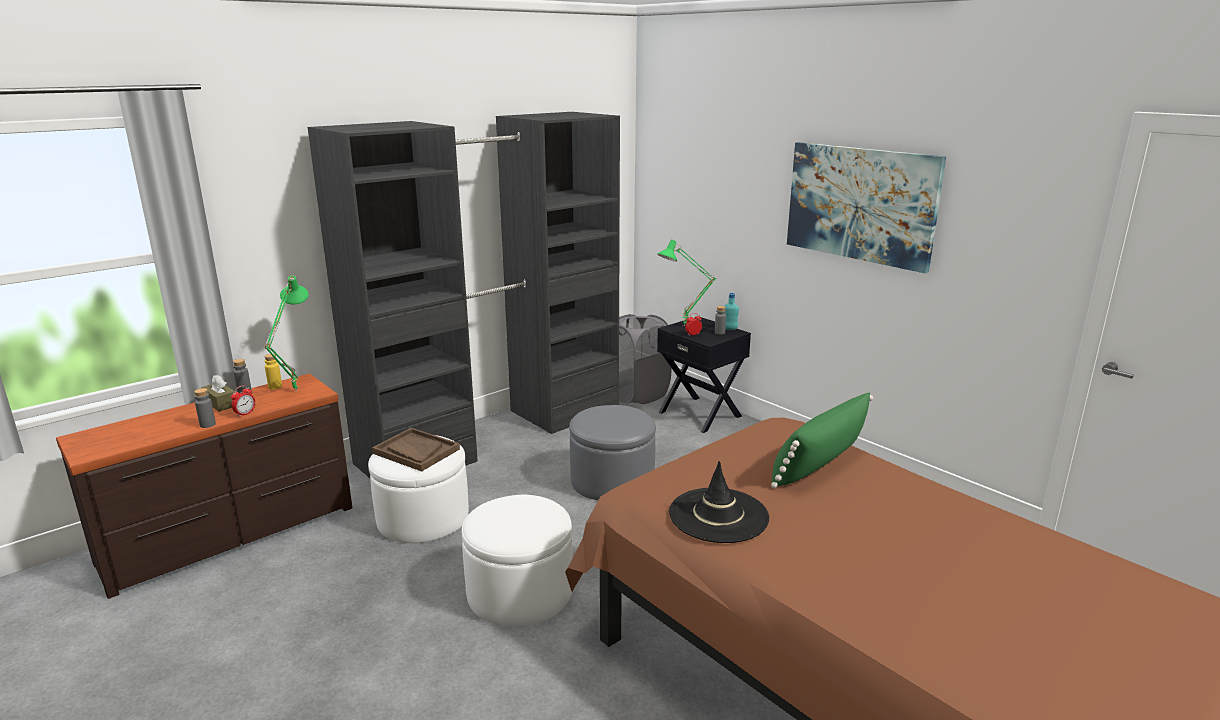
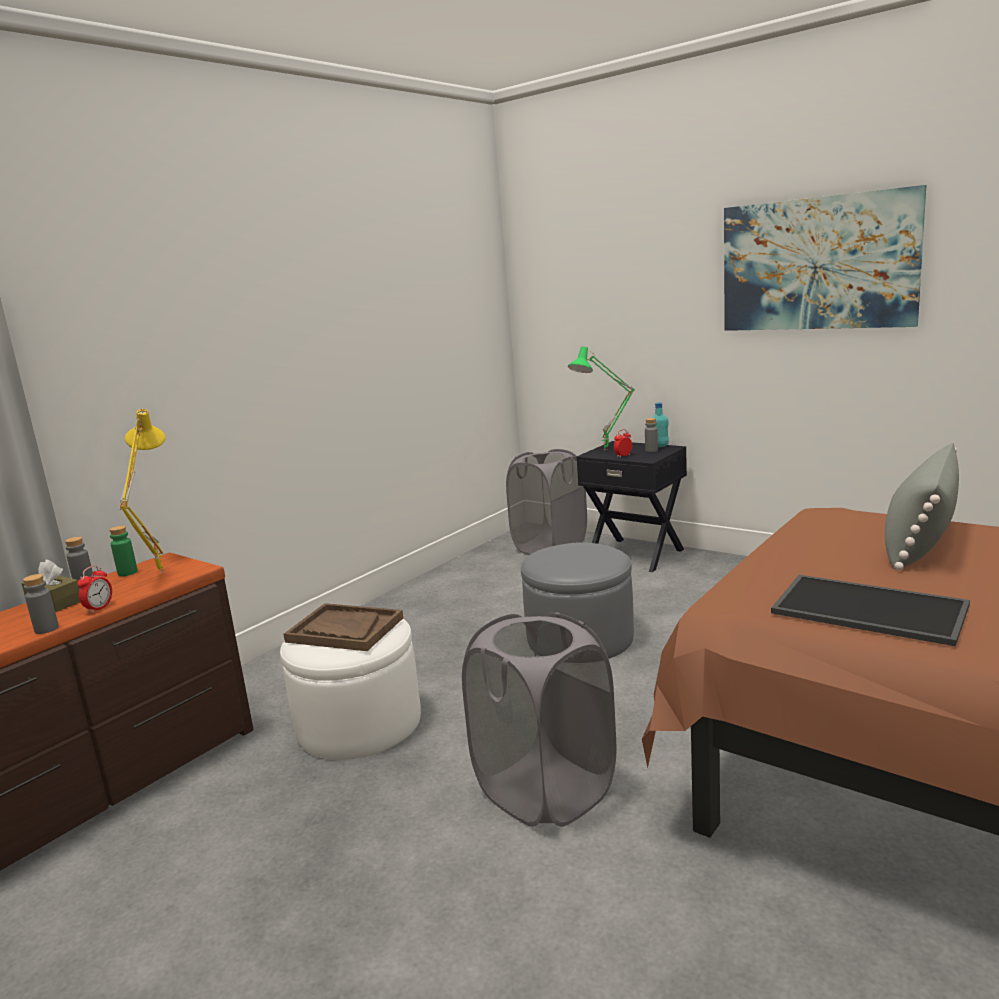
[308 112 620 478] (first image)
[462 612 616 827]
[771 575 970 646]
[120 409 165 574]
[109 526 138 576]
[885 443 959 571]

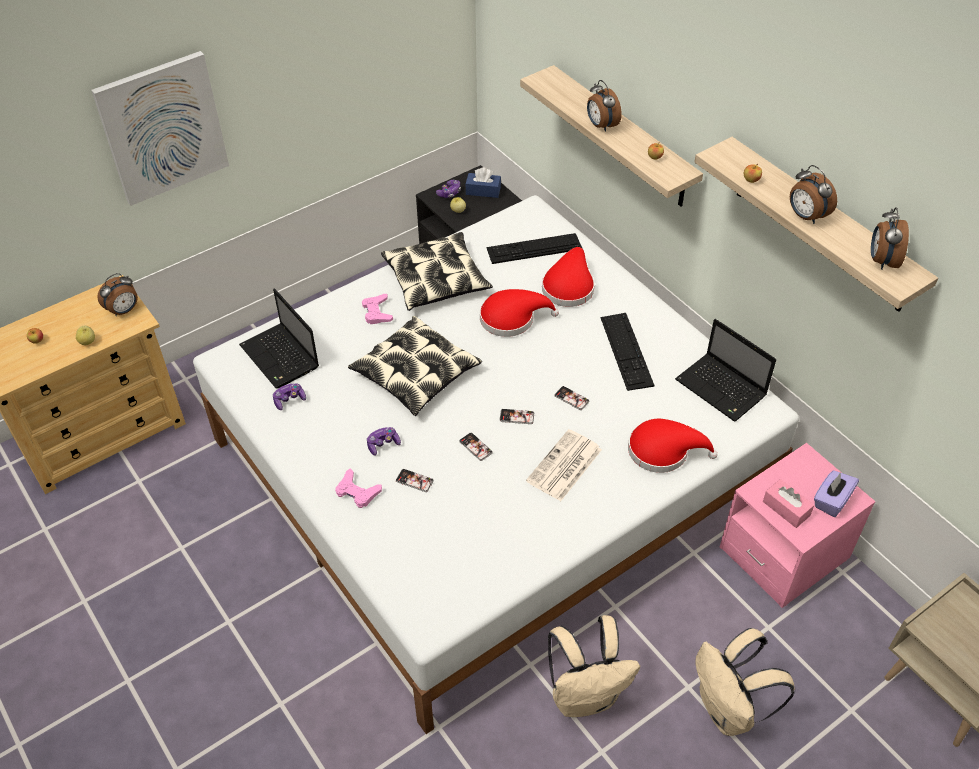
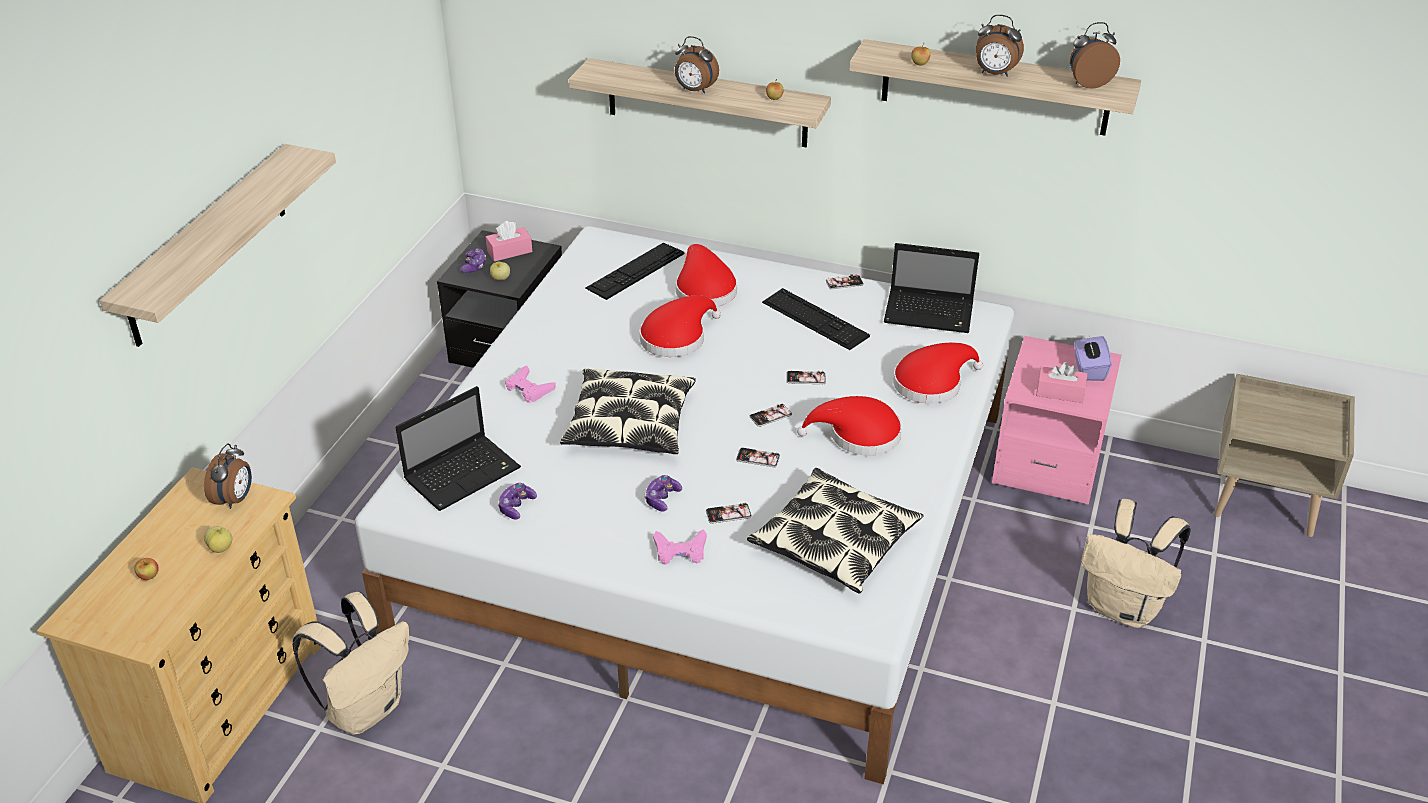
[826 274 864 289]
[747 468 924 594]
[293 592 409 735]
[100 144 336 347]
[797 396 902 456]
[486 221 532 262]
[396 386 521 511]
[1070 22 1120 89]

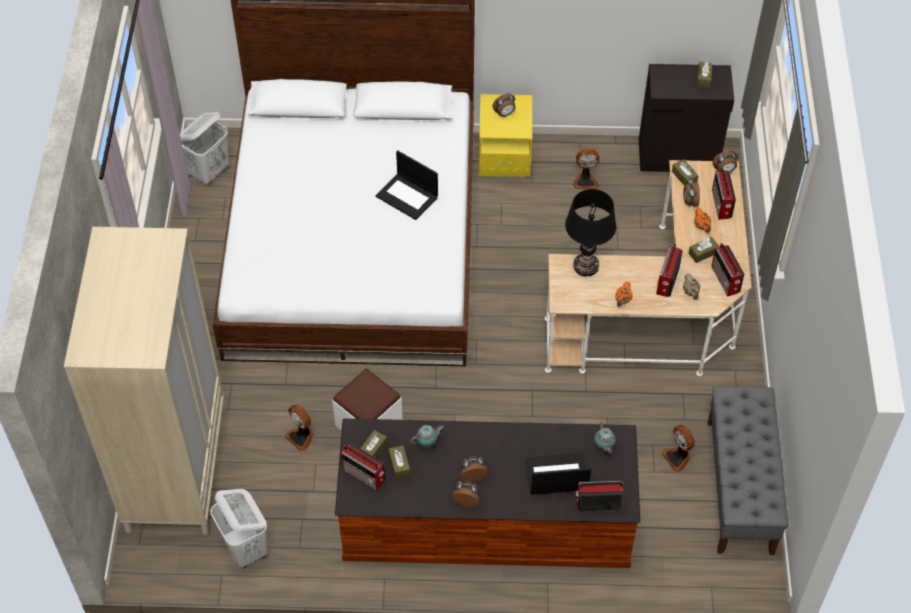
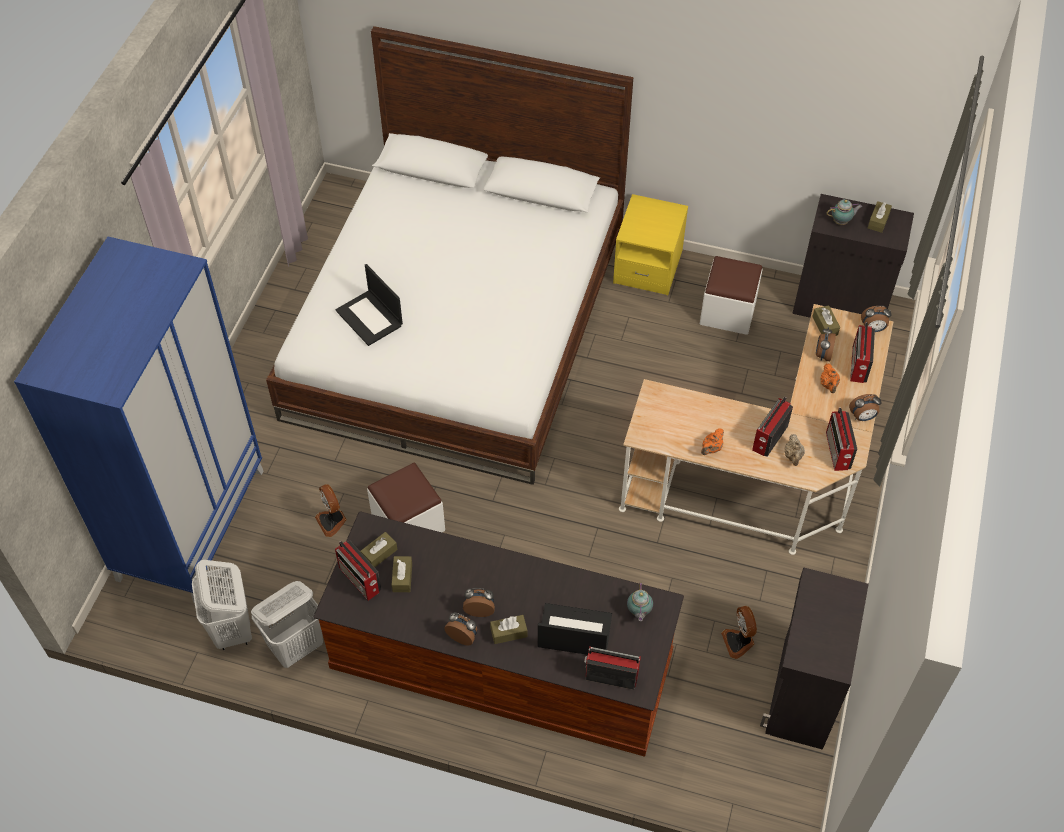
[565 189 616 277] (first image)
[251 581 323 668]
[335 264 403 346]
[826 199 862 225]
[849 394 882 421]
[490 615 528 644]
[700 256 763 335]
[760 567 869 750]
[14 237 263 603]

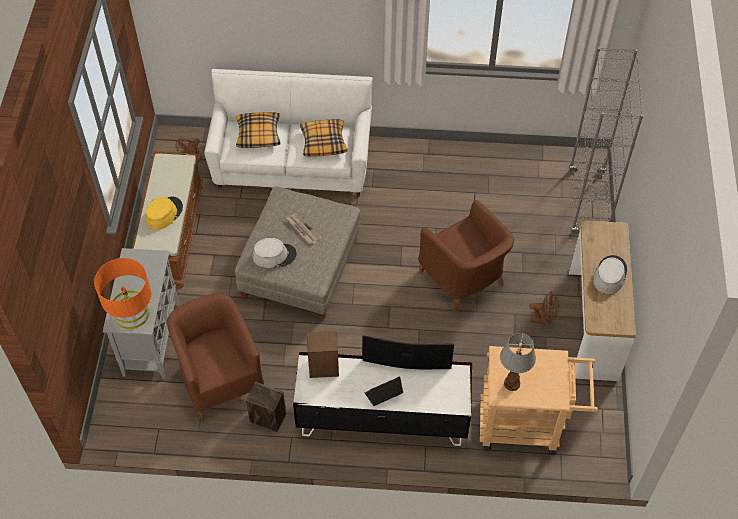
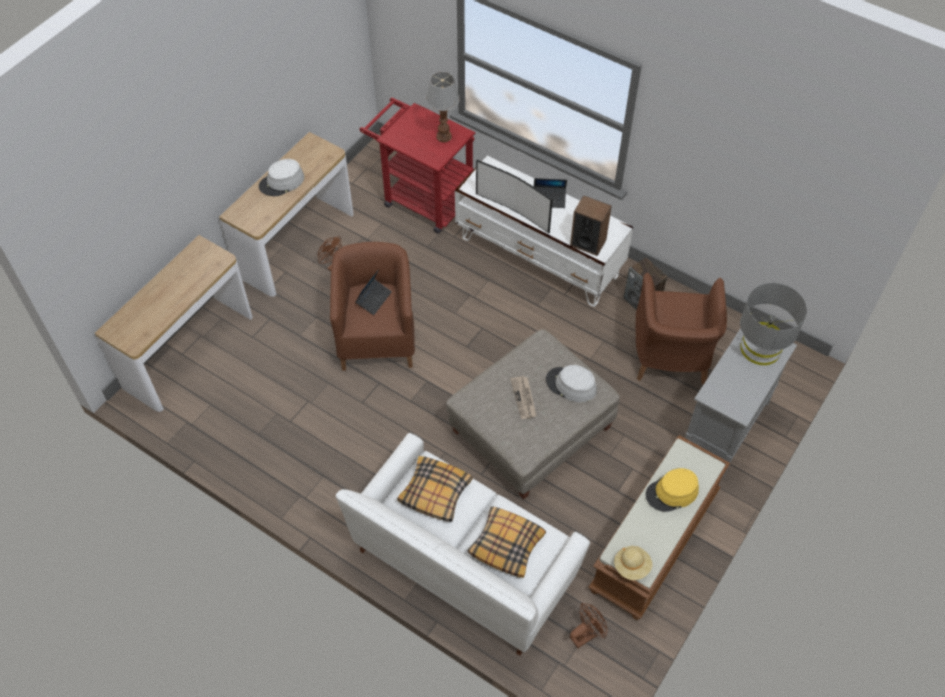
[355 269 392 315]
[614 546 652 580]
[95 235 253 412]
[740 283 807 365]
[359 97 476 234]

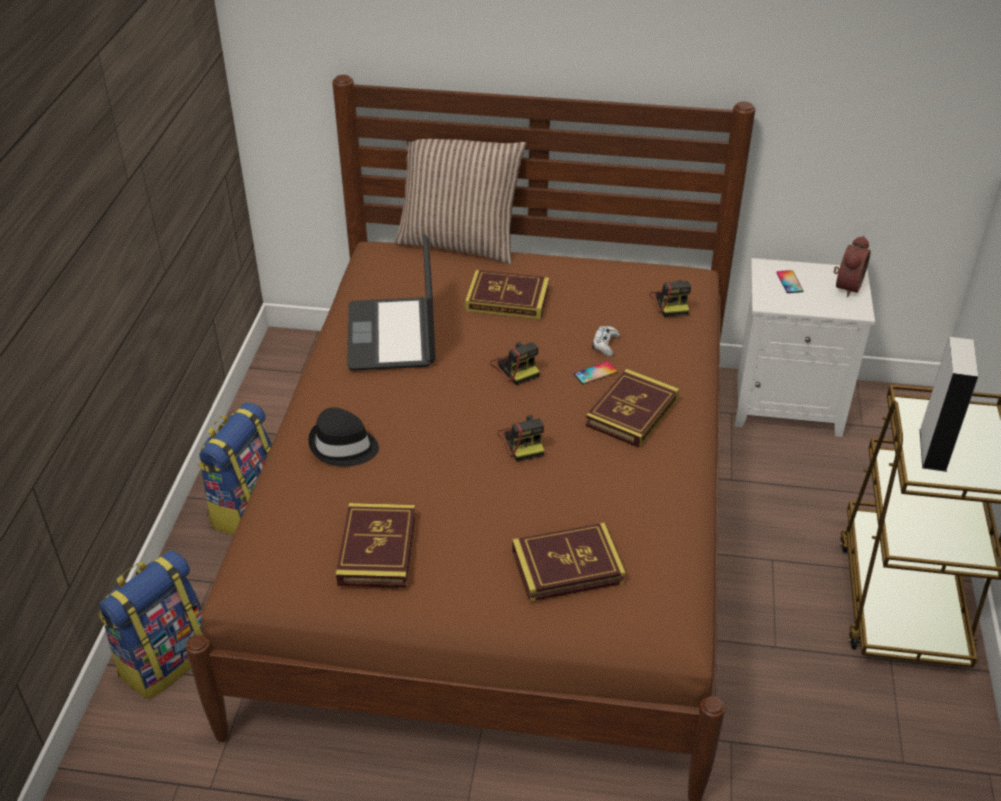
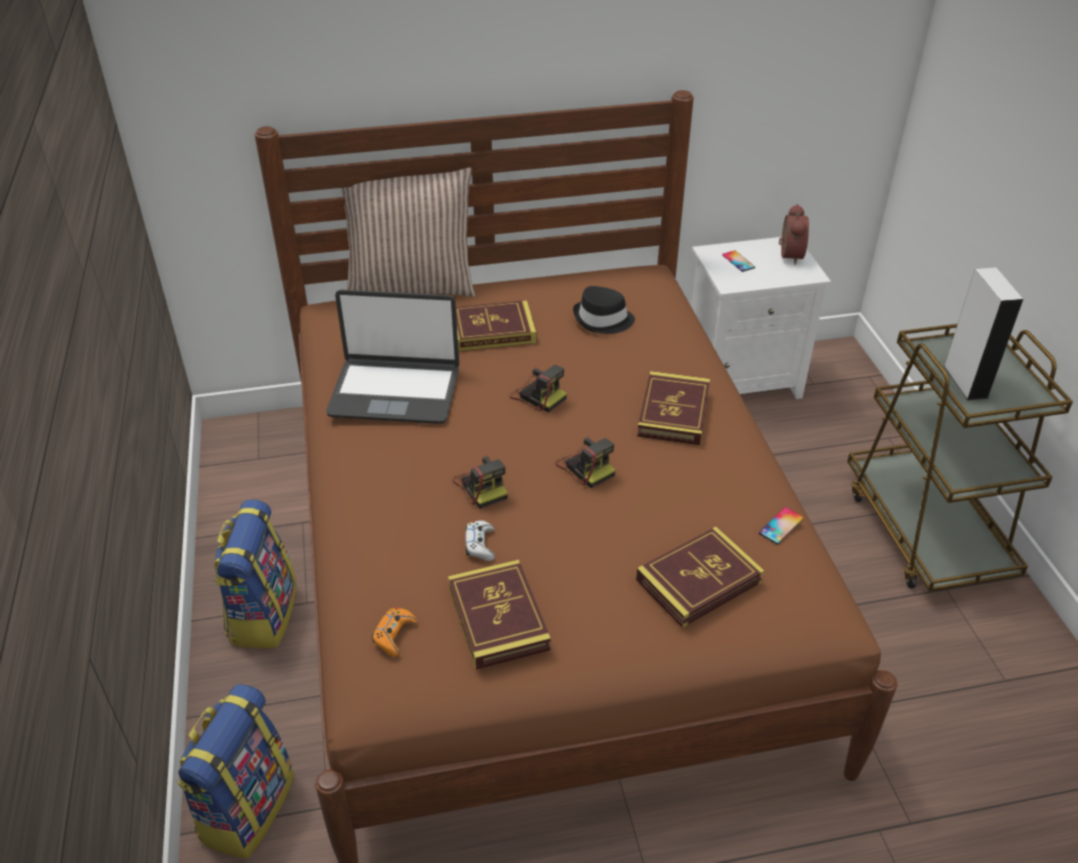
[372 607 418 657]
[573 286 635 334]
[759 507 804 544]
[465 521 495 561]
[453 456 508 509]
[326 290 459 424]

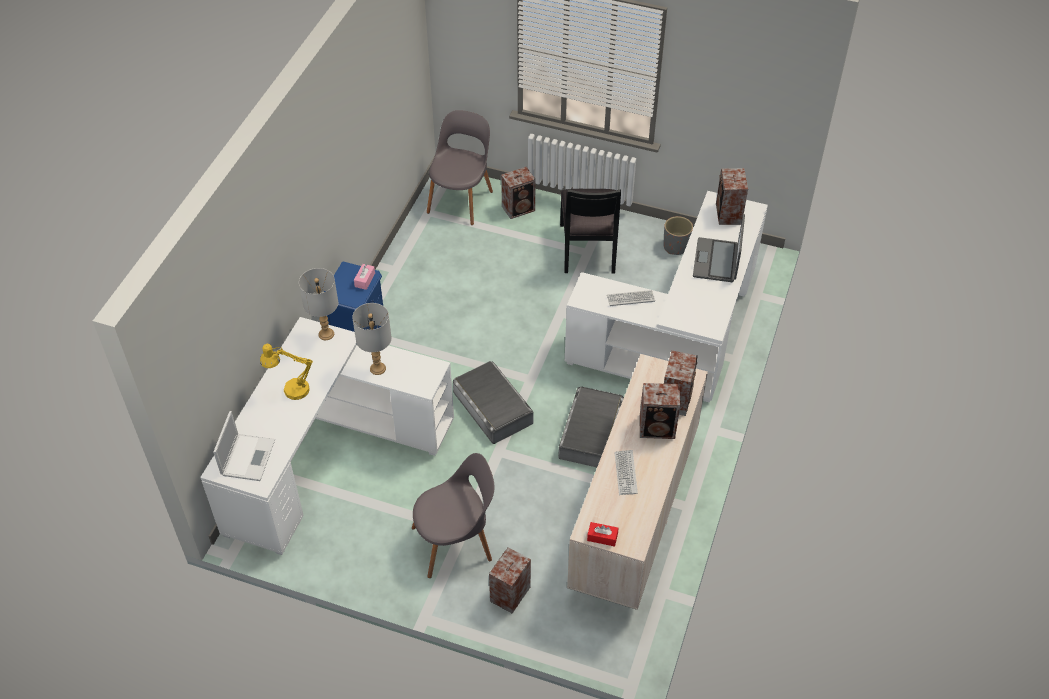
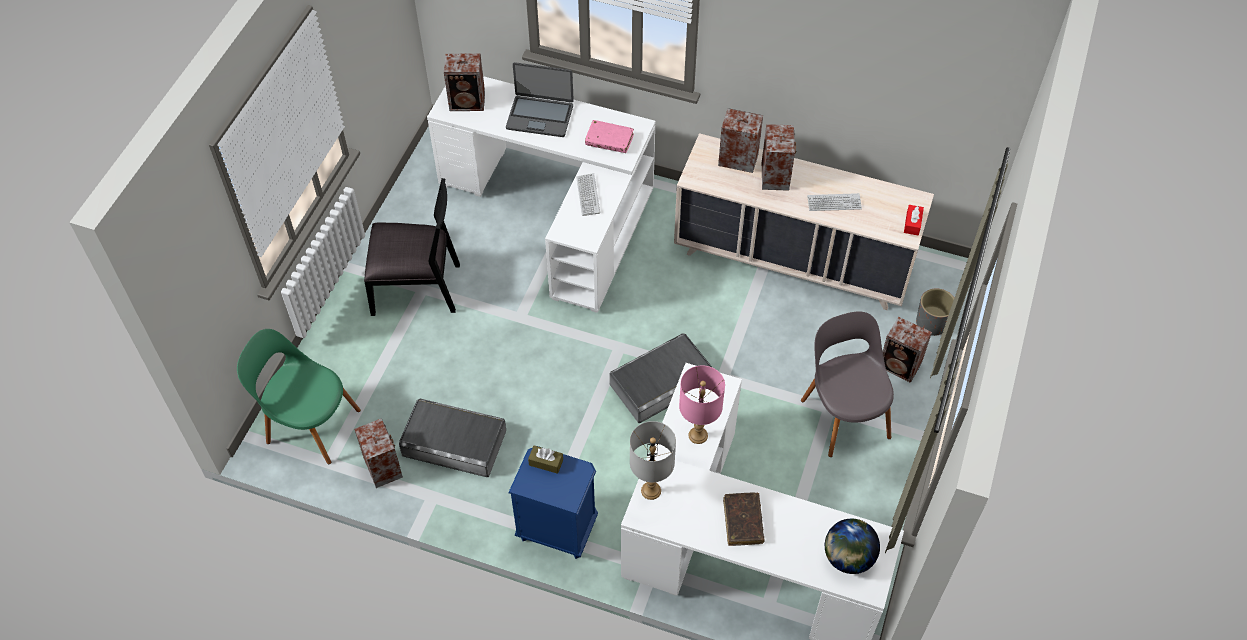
[585 120 634 153]
[354 418 403 488]
[399 399 506 477]
[916 288 954 336]
[825 519 880 574]
[723 493 765 546]
[679 365 725 444]
[528 446 563 474]
[237 329 361 464]

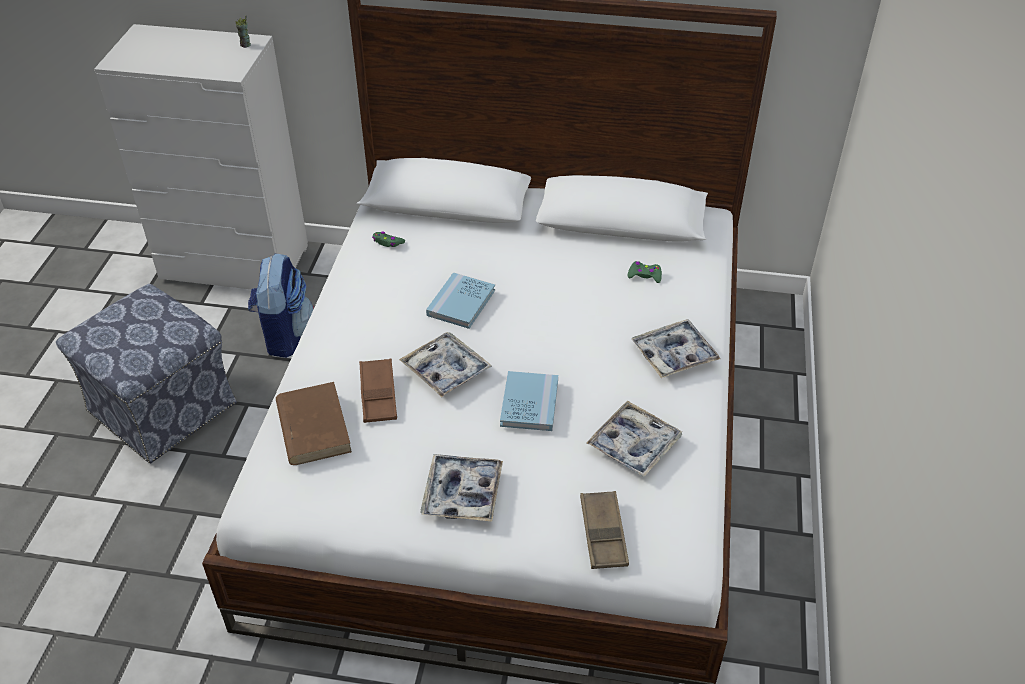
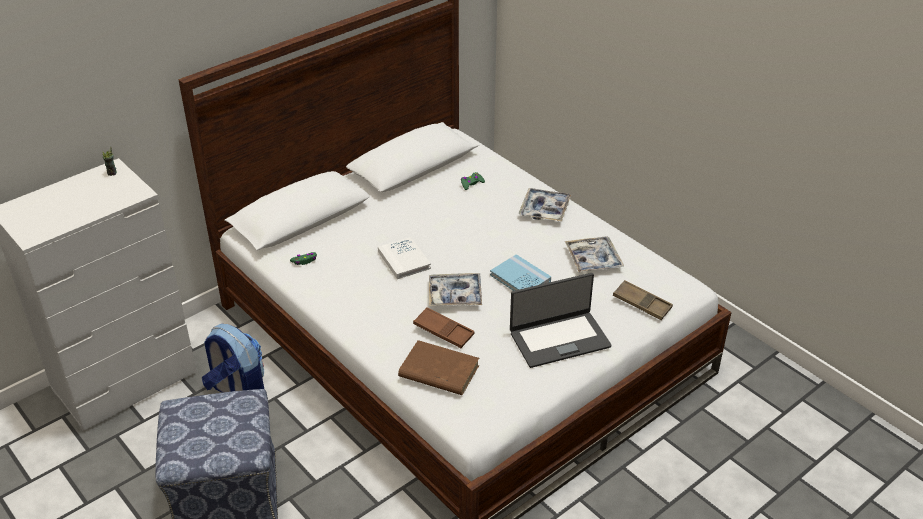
[510 273 611 368]
[378 237 431 279]

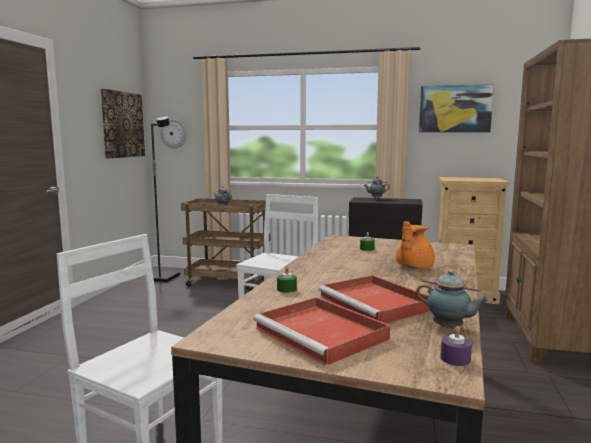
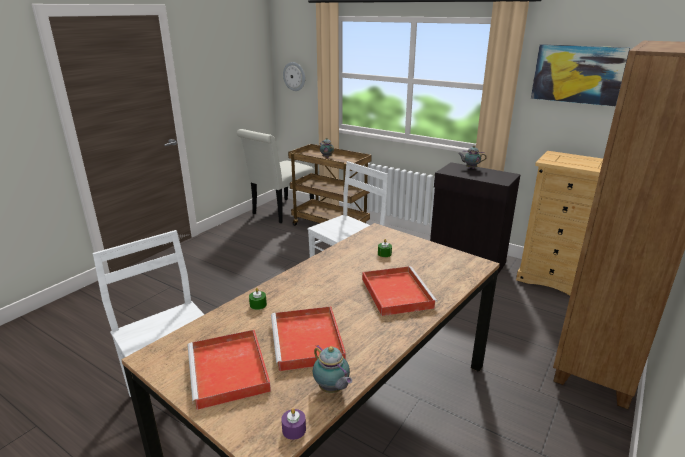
[100 89 145 159] (first image)
[237 129 315 223]
[362 266 438 316]

